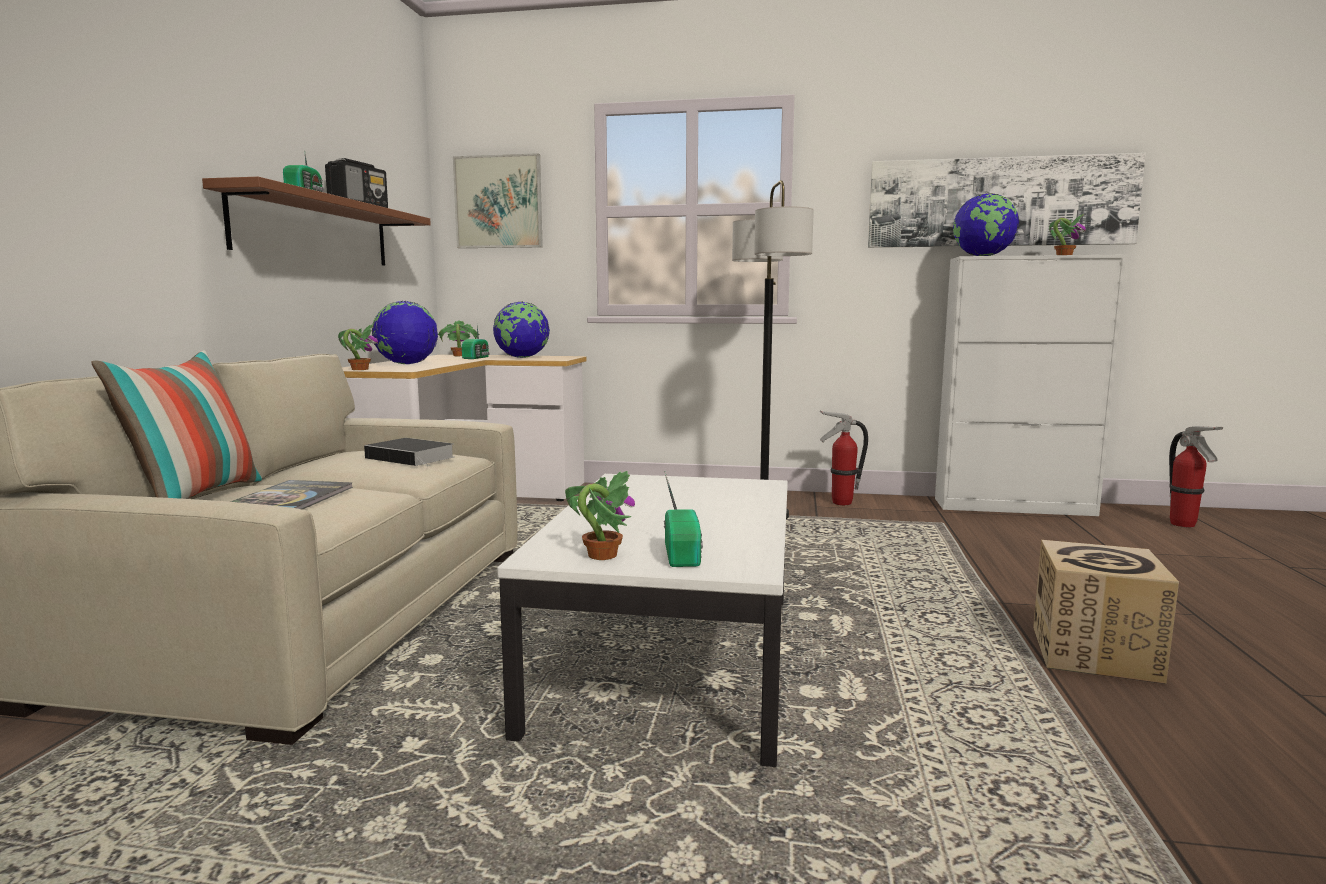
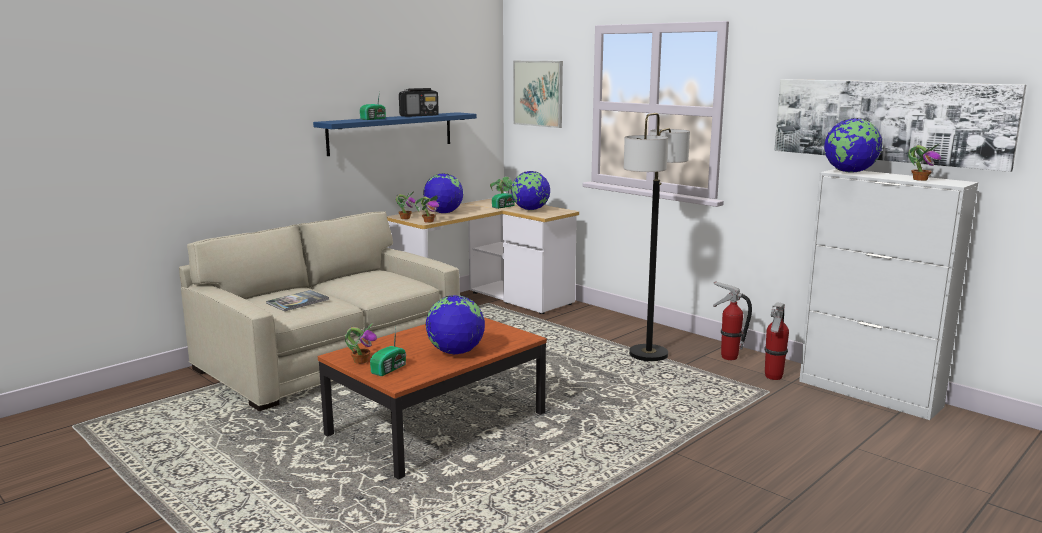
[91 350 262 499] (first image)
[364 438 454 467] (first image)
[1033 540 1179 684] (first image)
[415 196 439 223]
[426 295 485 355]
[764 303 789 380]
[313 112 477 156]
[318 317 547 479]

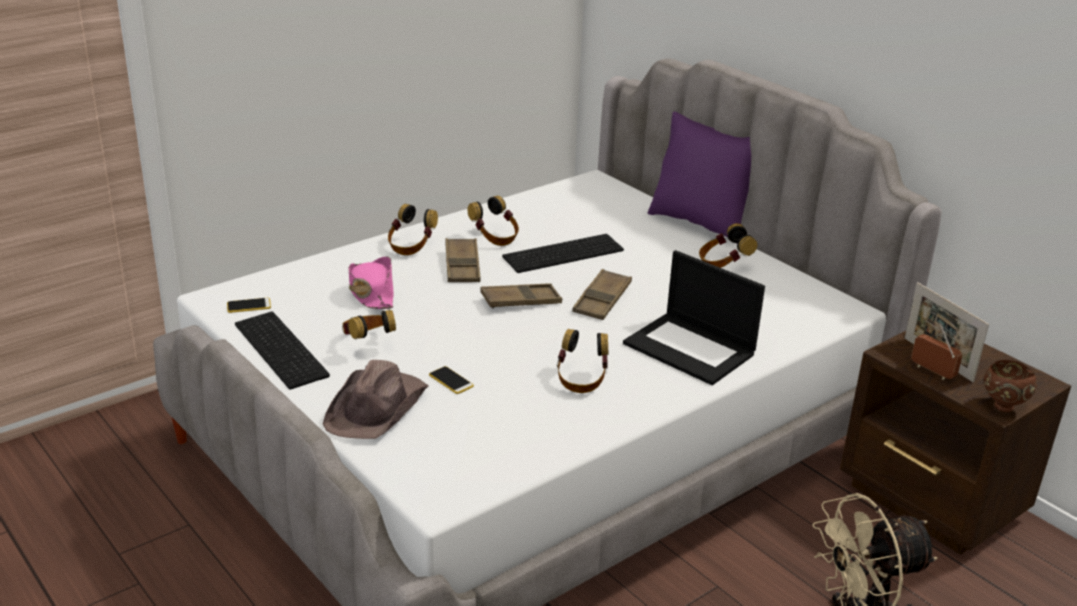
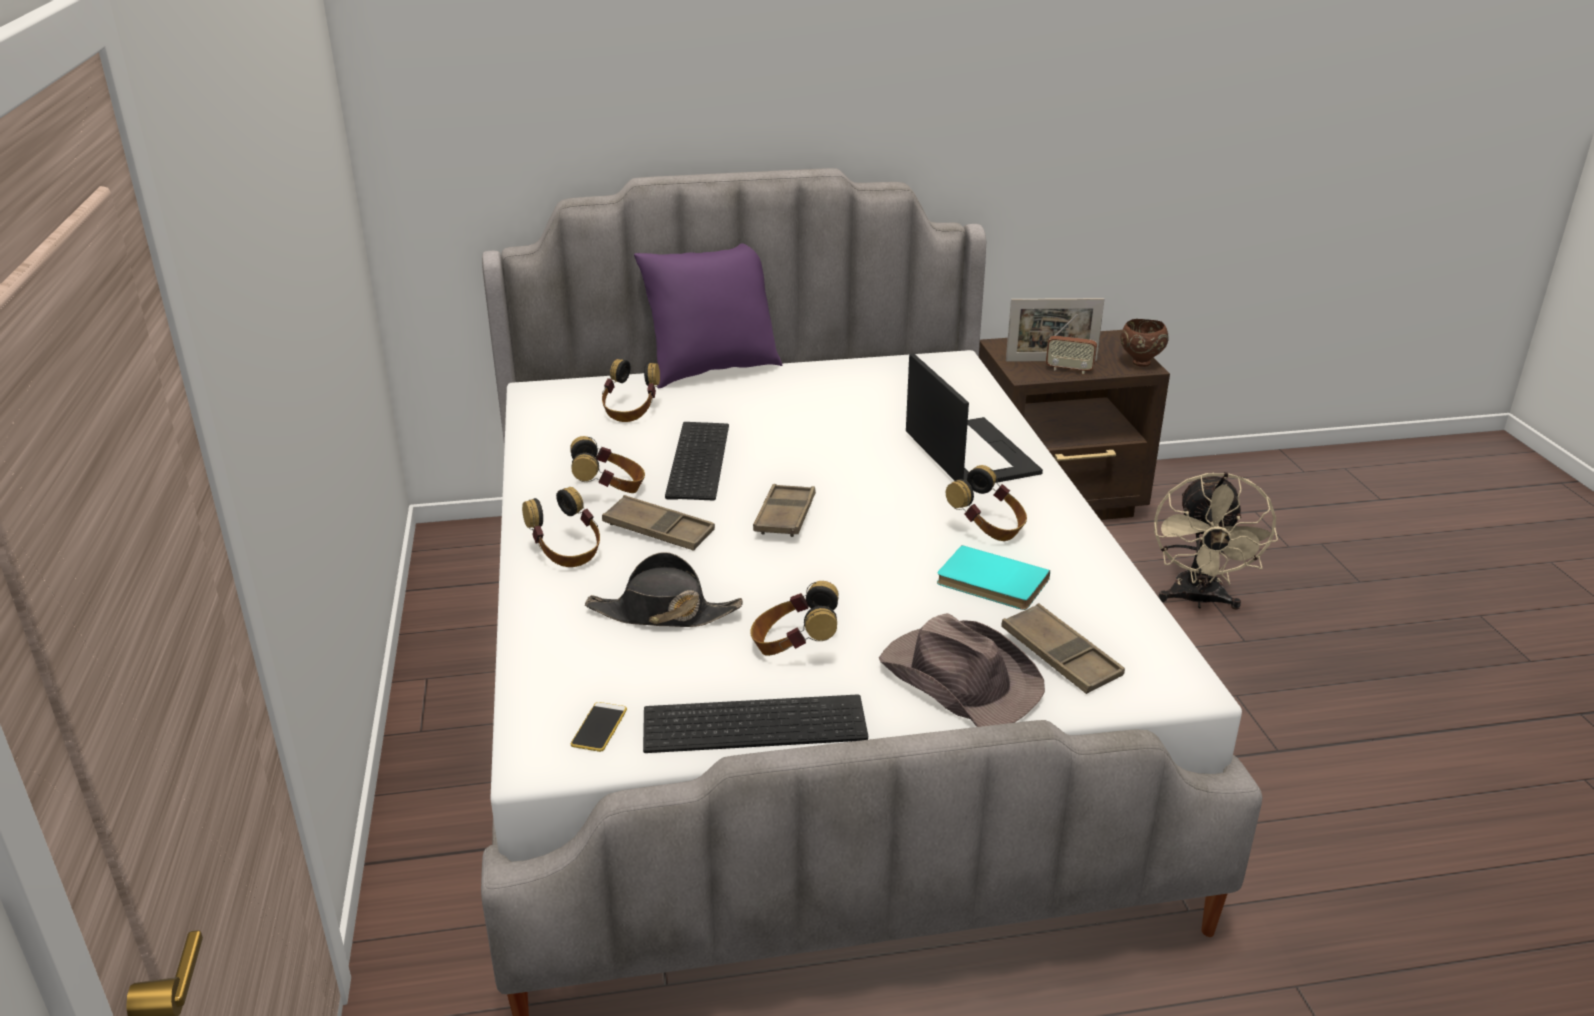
[429 366 474 394] (first image)
[937 545 1050 610]
[1001 603 1125 694]
[602 359 660 422]
[585 552 743 627]
[906 353 1043 483]
[1046 314 1097 374]

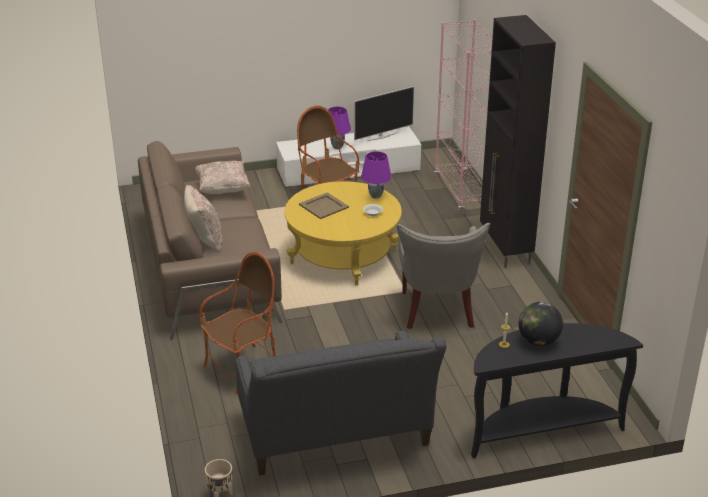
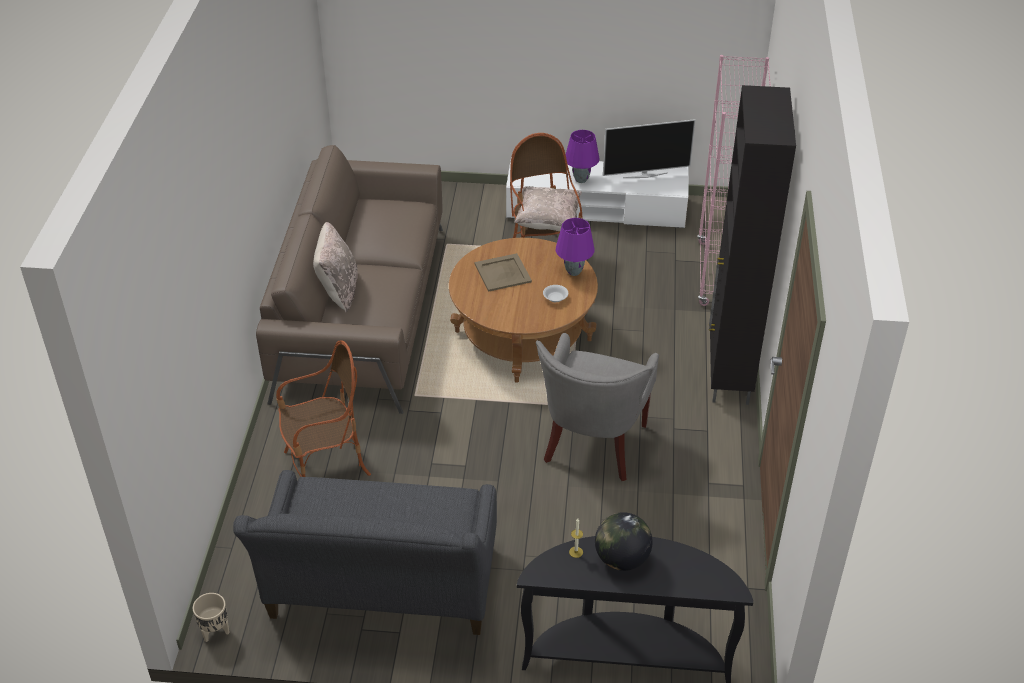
[514 186 582 231]
[449 238 598 383]

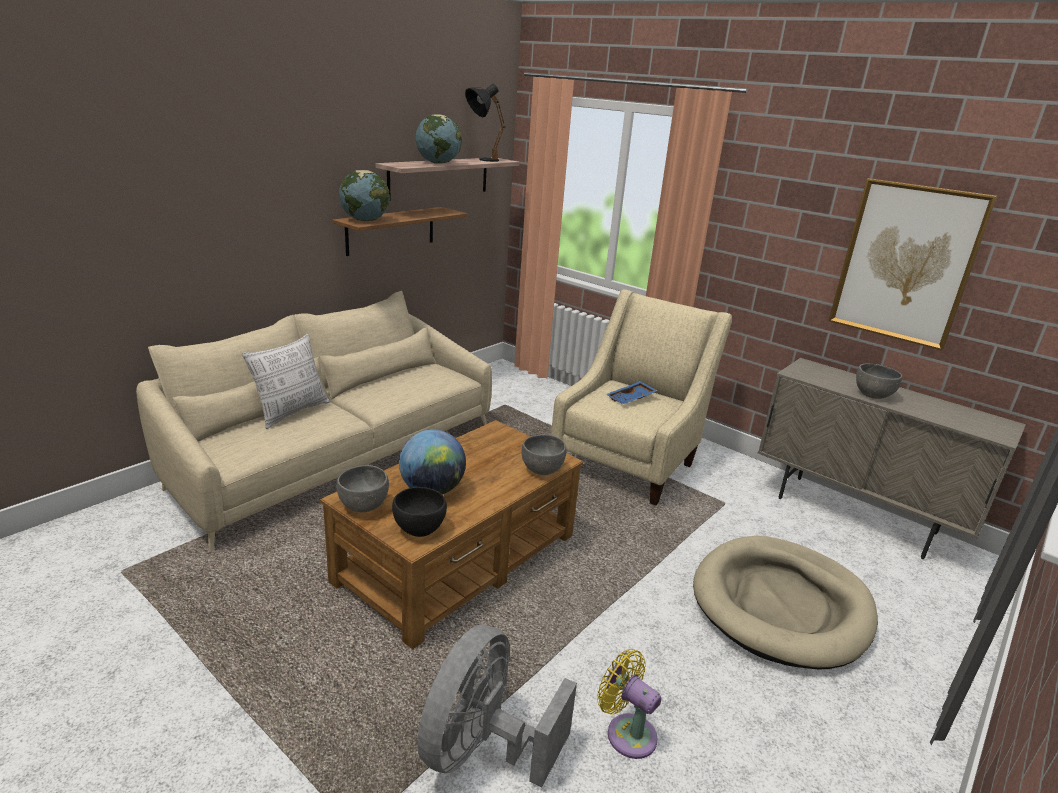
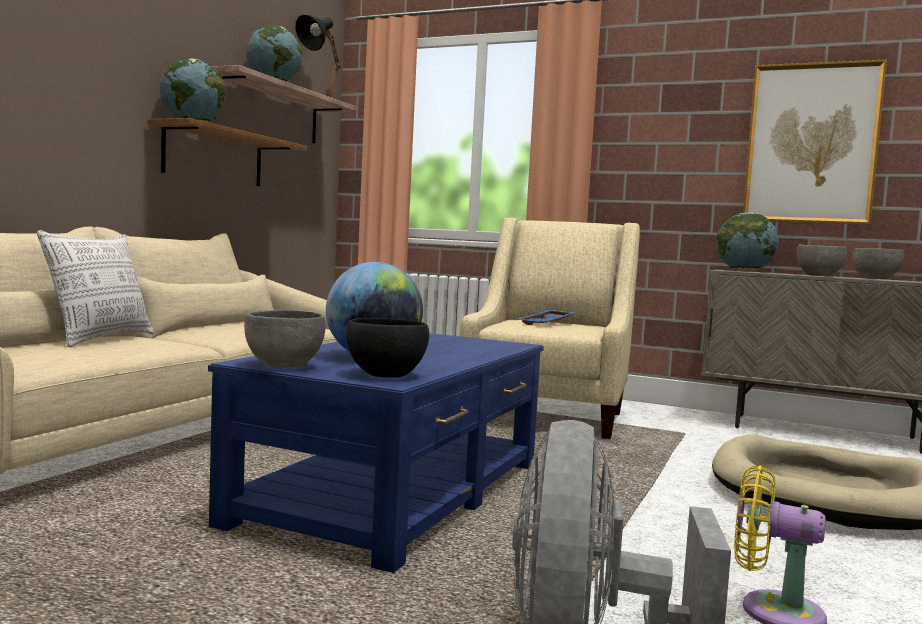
[716 213 779 272]
[852 248 904 279]
[208 333 544 573]

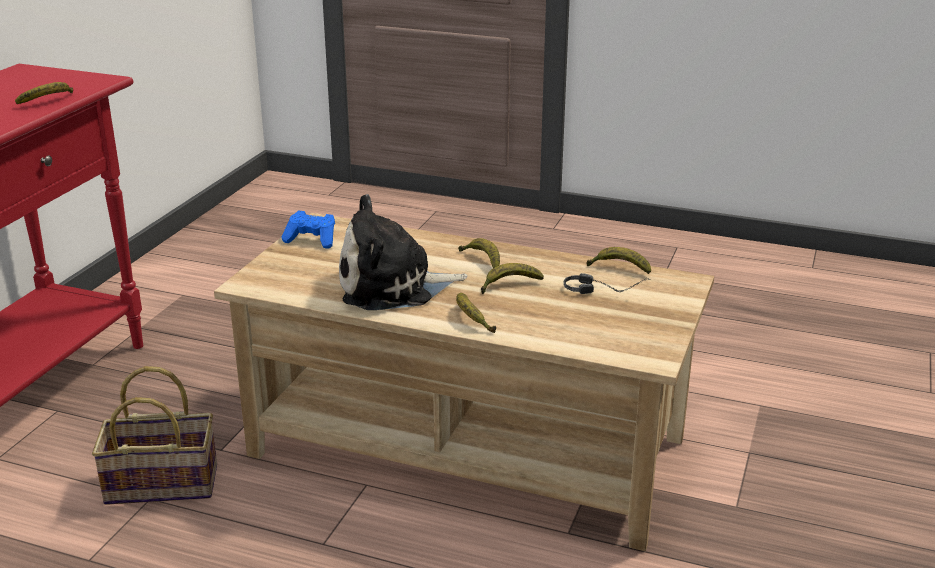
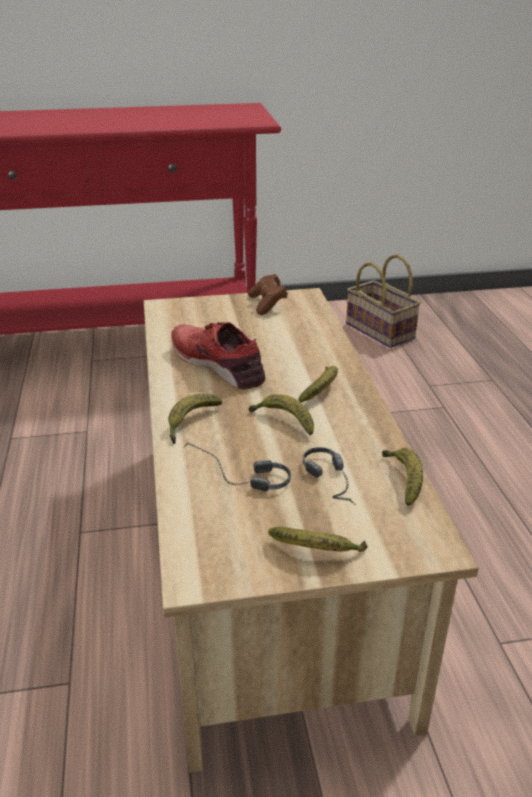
[183 443 291 491]
[268 527 368 552]
[346 254 421 348]
[171 322 265 389]
[248 274 288 315]

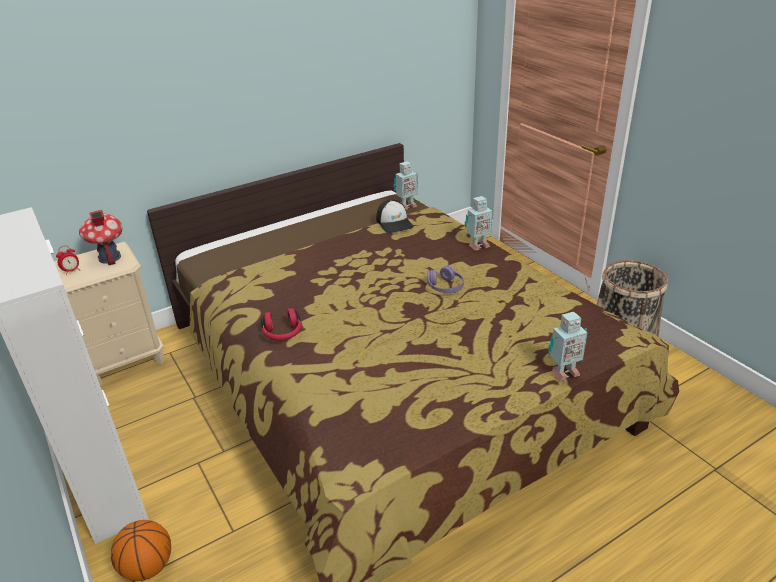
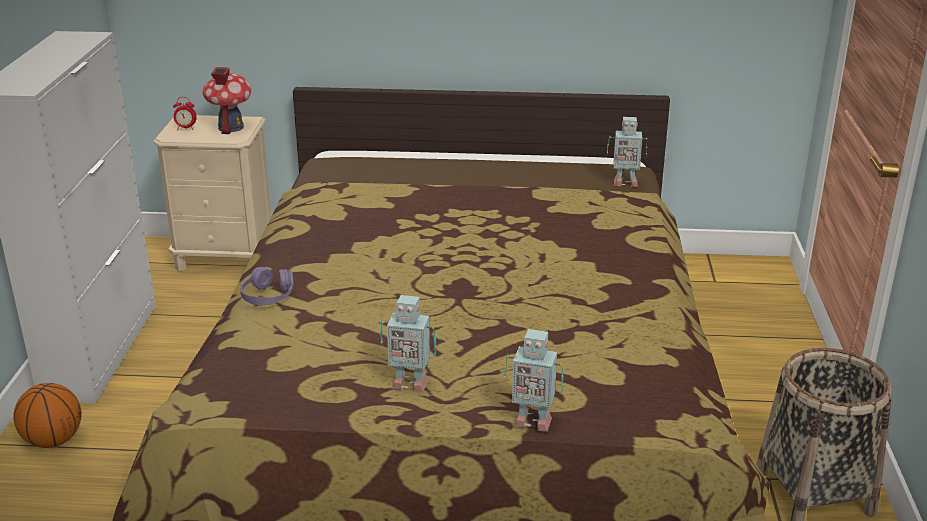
[261 308 302 340] (first image)
[376 200 414 233] (first image)
[240 267 294 305]
[380 295 437 392]

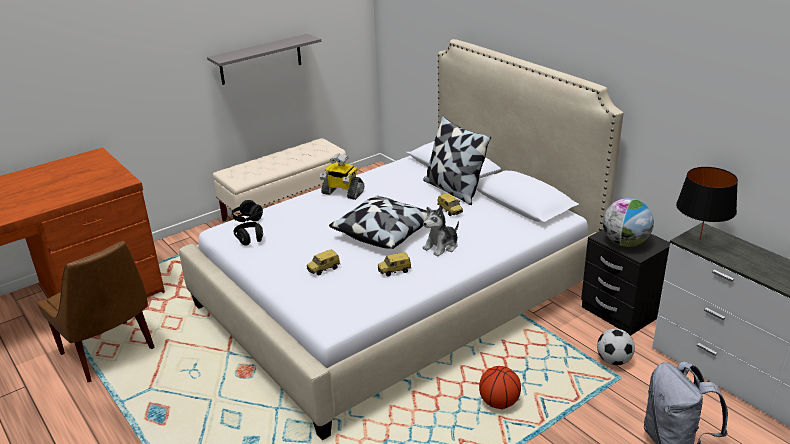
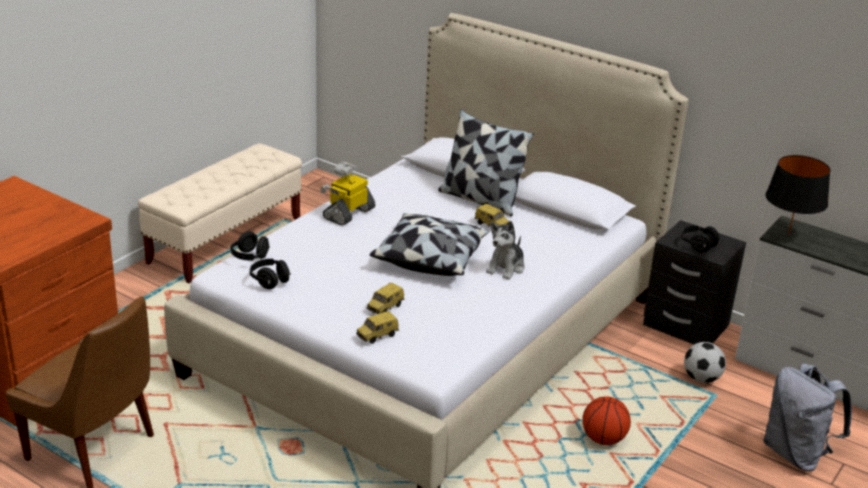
[207 34 321 85] (first image)
[356 311 399 344]
[681 225 720 252]
[320 162 375 226]

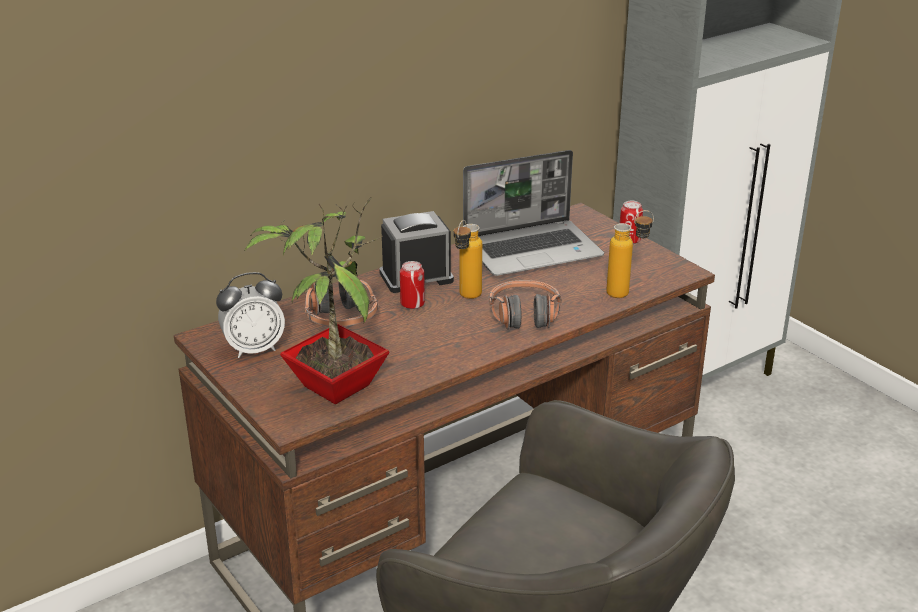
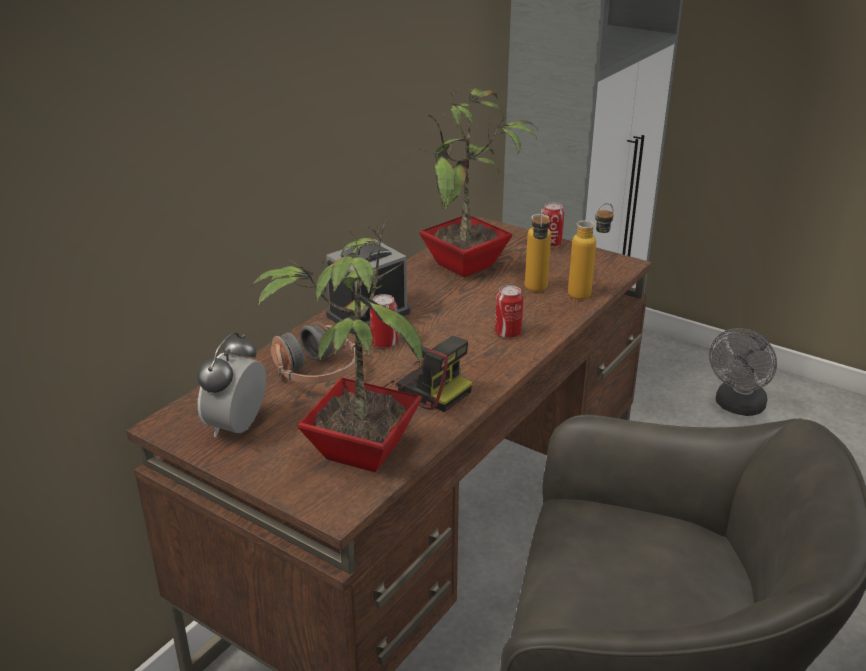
[383 336 472 412]
[709 328 777 416]
[525 209 551 292]
[419 83 538 277]
[495 285 523 338]
[197 332 266 437]

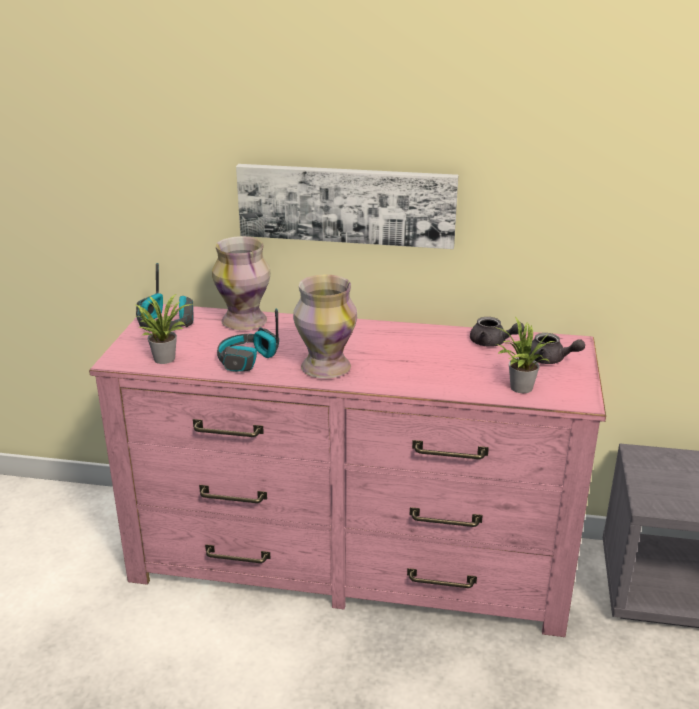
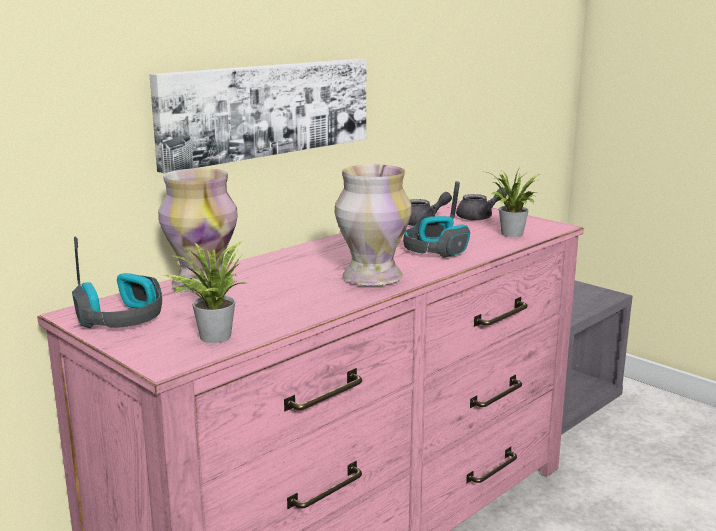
[403 181 470 258]

